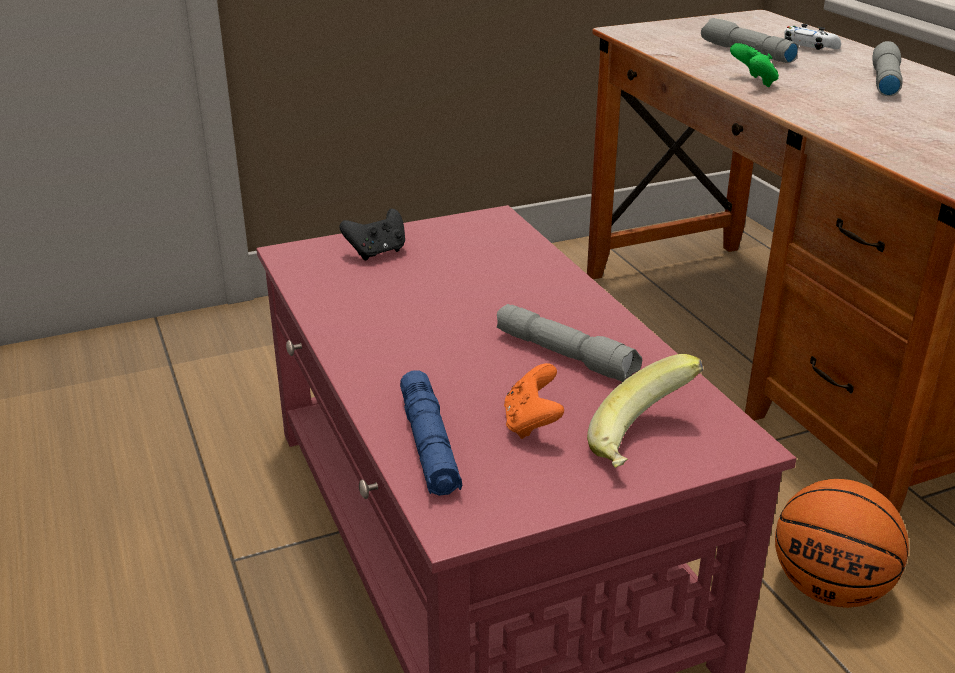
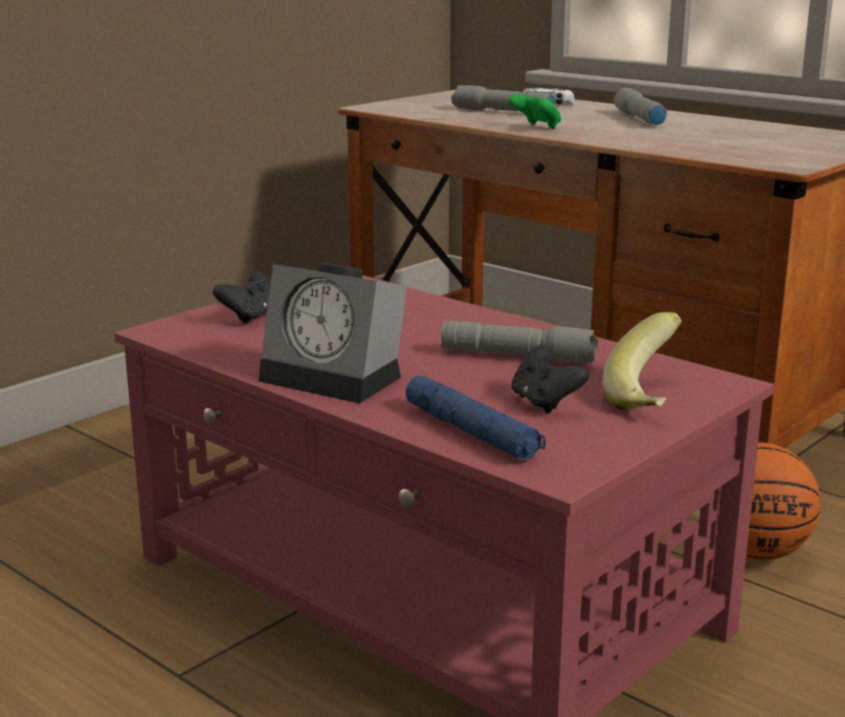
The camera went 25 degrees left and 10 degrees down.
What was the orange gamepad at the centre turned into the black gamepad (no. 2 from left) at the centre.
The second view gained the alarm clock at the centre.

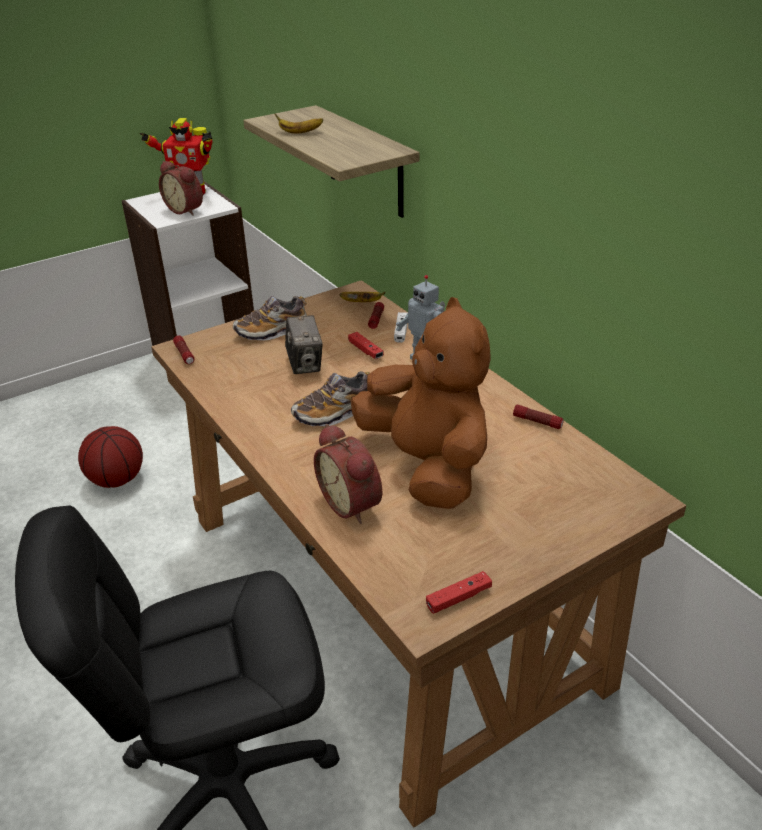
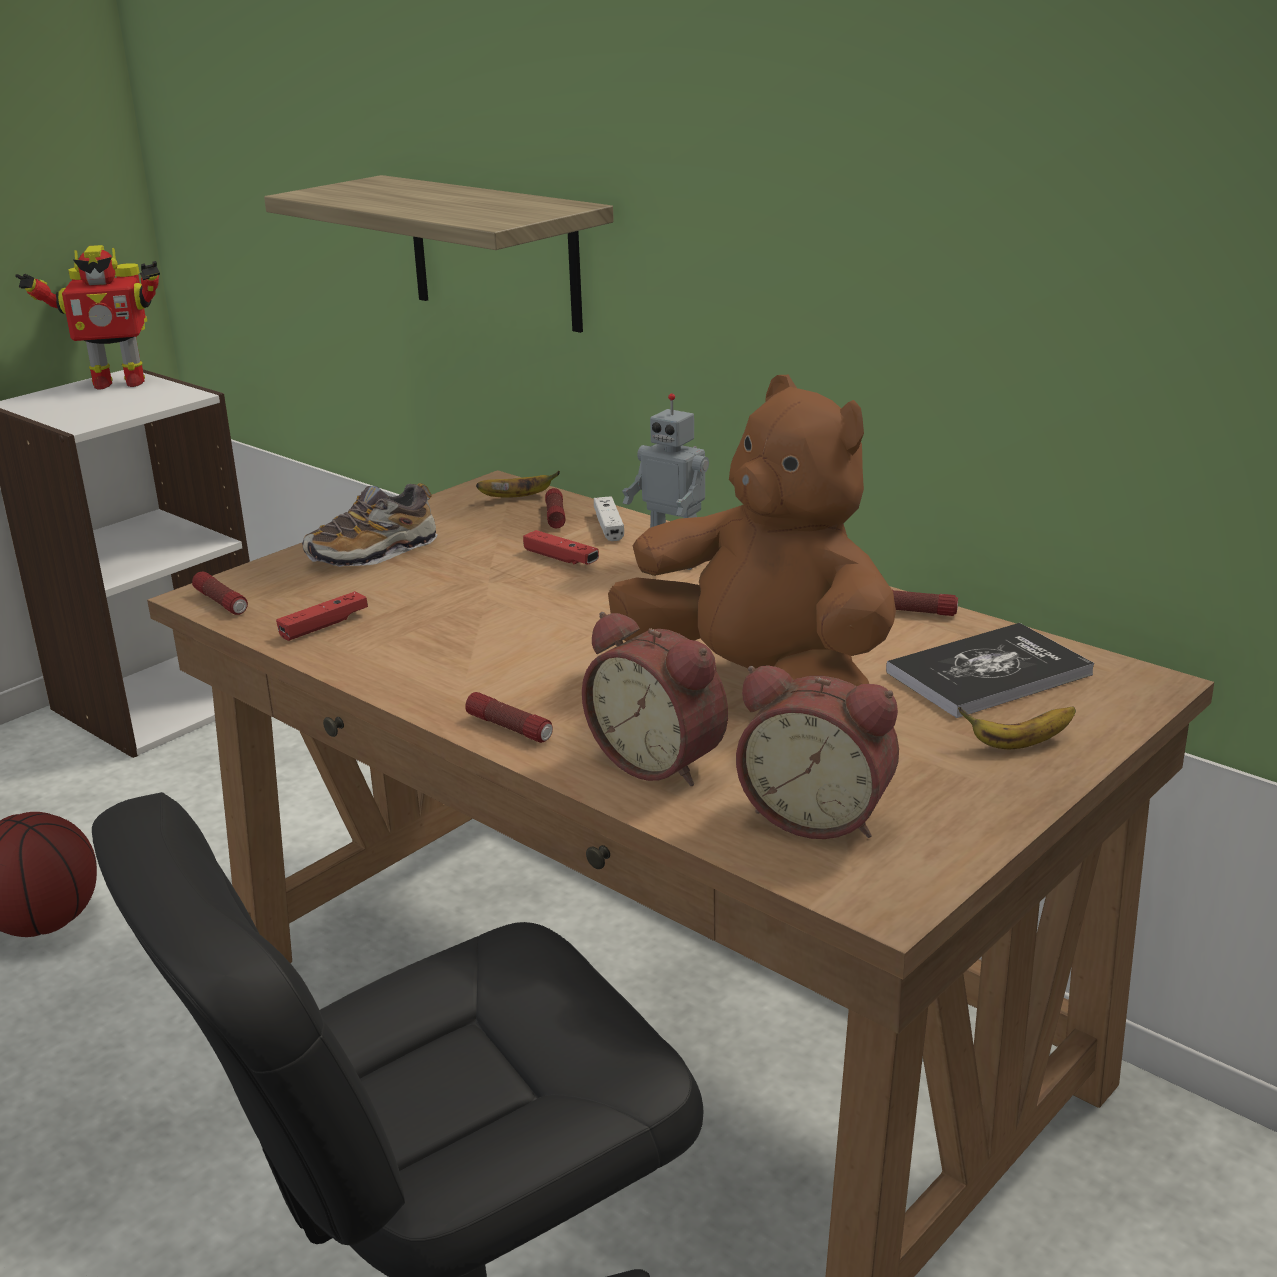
The camera went 15 degrees left and 10 degrees down.
The banana (no. 1 from left in the first image) ended up elsewhere, having gone from the top centre to the middle right.
The alarm clock (no. 1 from left in the first image) ended up elsewhere, having gone from the top left to the centre.
The second view lost the photo camera at the centre.
The second view lost the shoe (no. 2 from left) at the centre.
The reddish gamepad (no. 2 from left in the first image) ended up elsewhere, having gone from the bottom centre to the middle left.
The second view gained the book at the middle right.
The second view gained the hand torch (no. 2 from left) at the centre.

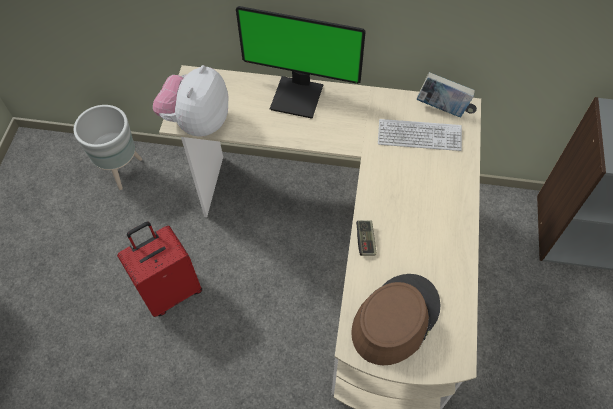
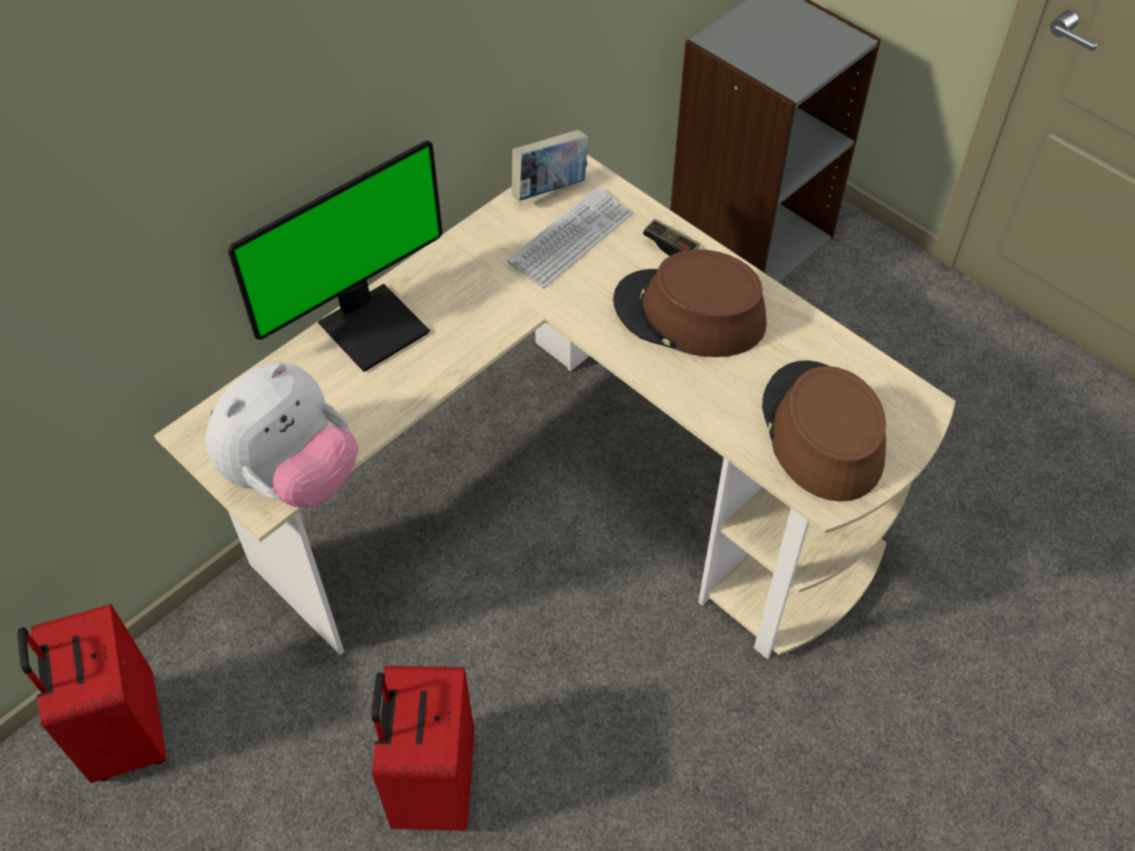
The camera went 55 degrees left and 5 degrees down.
The cuddly toy at the top left ended up facing another way, 105 degrees counterclockwise from before.
Where the gray flower pot stood at the middle left, the reddish suitcase (no. 1 from left) came to stand at the bottom left.
The gamepad ended up elsewhere, having gone from the centre to the top centre.
The second view gained the brown hat (no. 1 from left) at the centre.

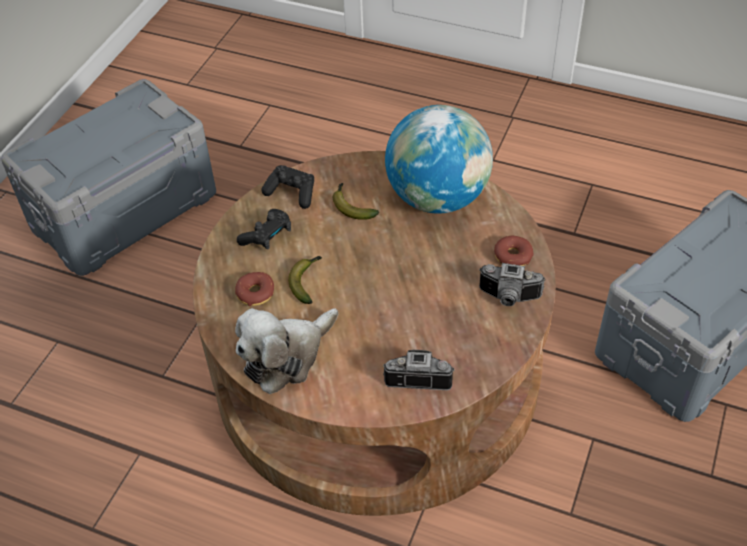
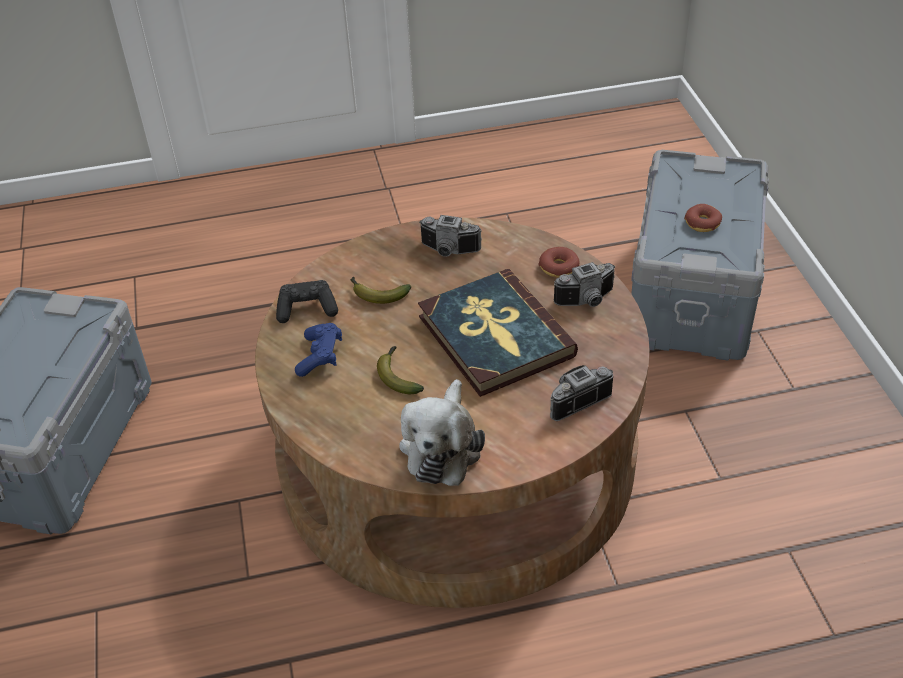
The camera went 35 degrees left and 5 degrees down.
Where the globe stood at the top centre, the photo camera (no. 1 from left) came to stand at the centre.
What was the black gamepad (no. 1 from left) at the centre turned into the bluish gamepad at the centre.
The donut (no. 1 from left in the first image) ended up elsewhere, having gone from the centre to the top right.
The second view gained the book at the centre.

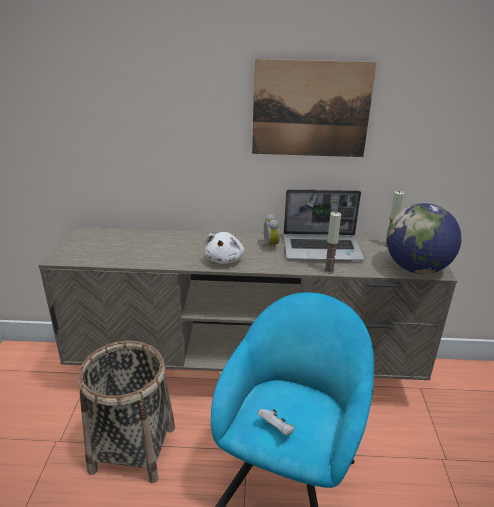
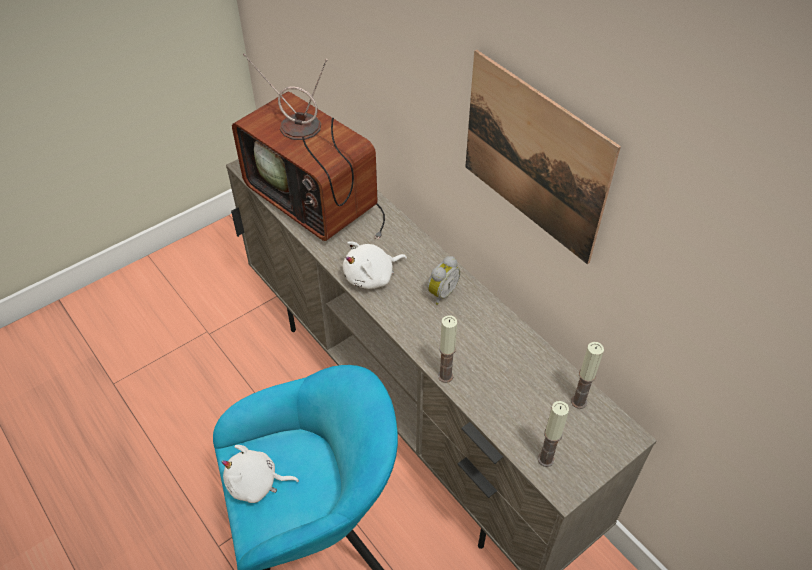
The camera went 50 degrees right and 20 degrees up.
The second view lost the notebook computer at the centre.
Where the globe stood at the middle right, the wax light (no. 2 from left) came to stand at the bottom right.
The second view lost the basket at the bottom left.
Where the white-coloured gamepad stood at the bottom centre, the white-coloured cuddly toy (no. 1 from left) came to stand at the bottom left.
The second view gained the TV set at the top centre.

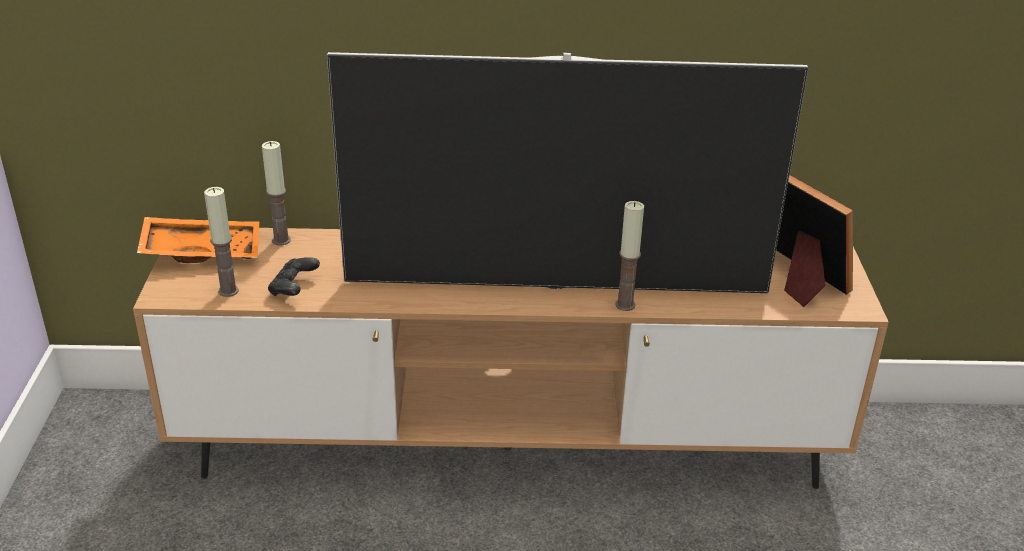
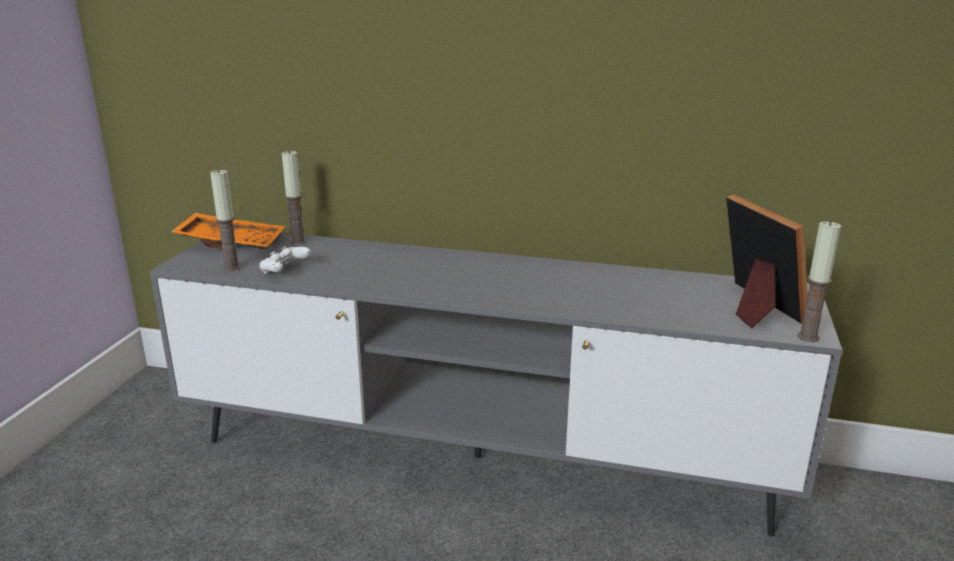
The camera went 15 degrees right and 10 degrees down.
The second view lost the TV set at the top centre.
The wax light (no. 3 from left) ended up elsewhere, having gone from the centre to the middle right.
What was the brown tv unit at the centre turned into the gray tv unit at the bottom centre.
What was the black gamepad at the middle left turned into the white-coloured gamepad at the middle left.

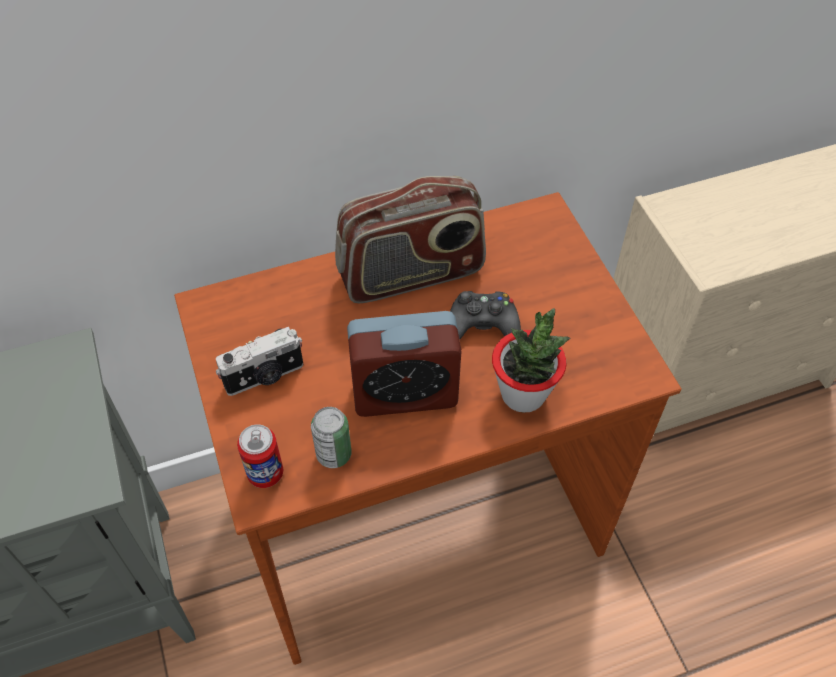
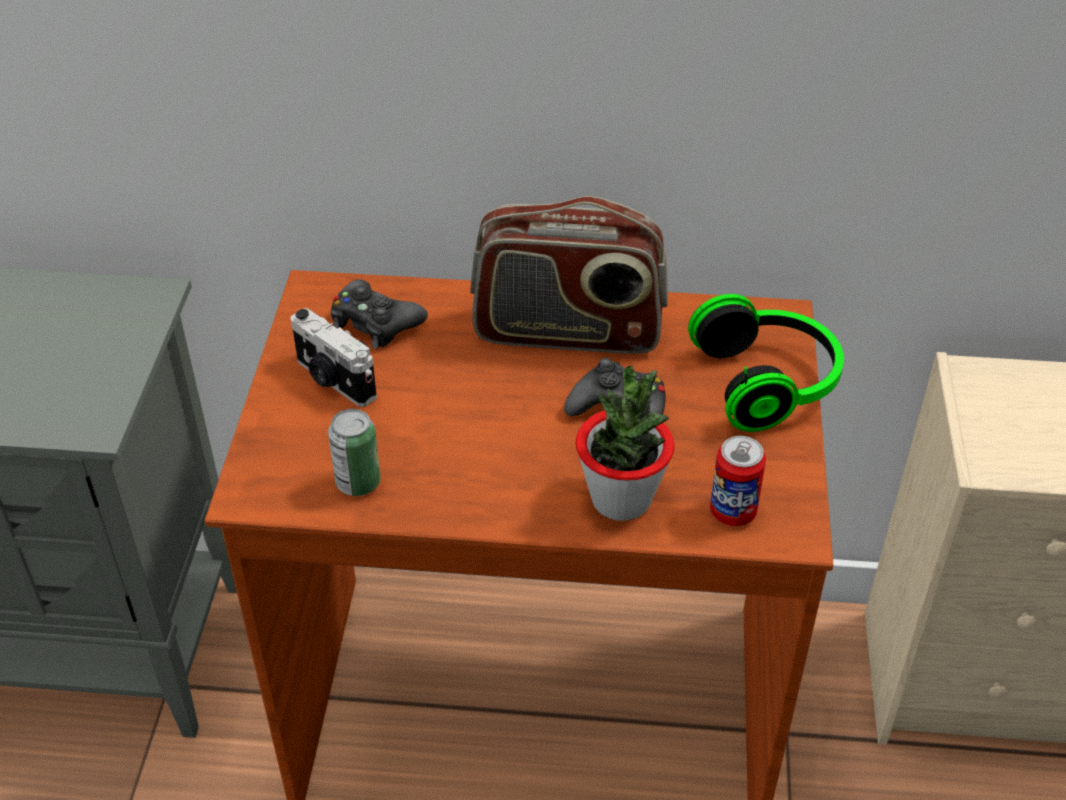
The camera went 25 degrees right and 10 degrees down.
The second view lost the alarm clock at the centre.
The photo camera at the middle left ended up facing another way, 45 degrees clockwise from before.
The sealed can (no. 1 from left in the first image) ended up elsewhere, having gone from the bottom left to the middle right.
The second view gained the black gamepad (no. 1 from left) at the centre.
The second view gained the pair of headphones at the middle right.

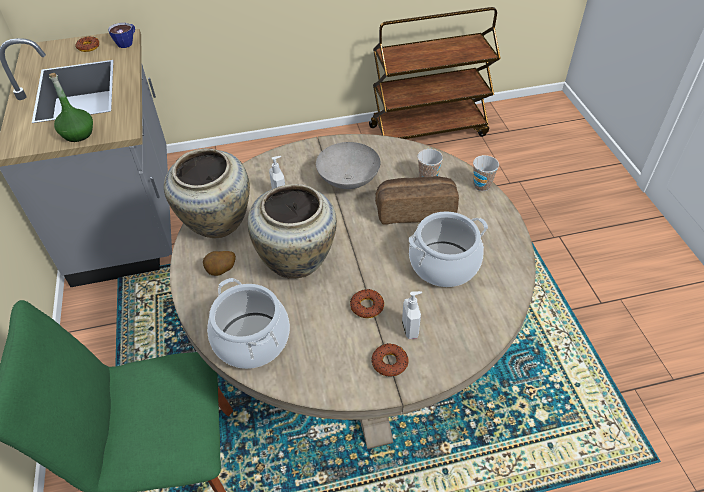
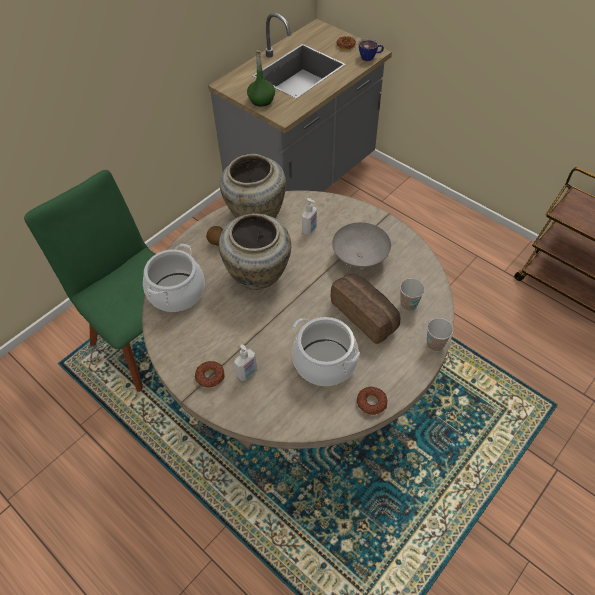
The camera went 55 degrees right and 5 degrees up.
The donut (no. 2 from left in the first image) ended up elsewhere, having gone from the centre to the bottom centre.

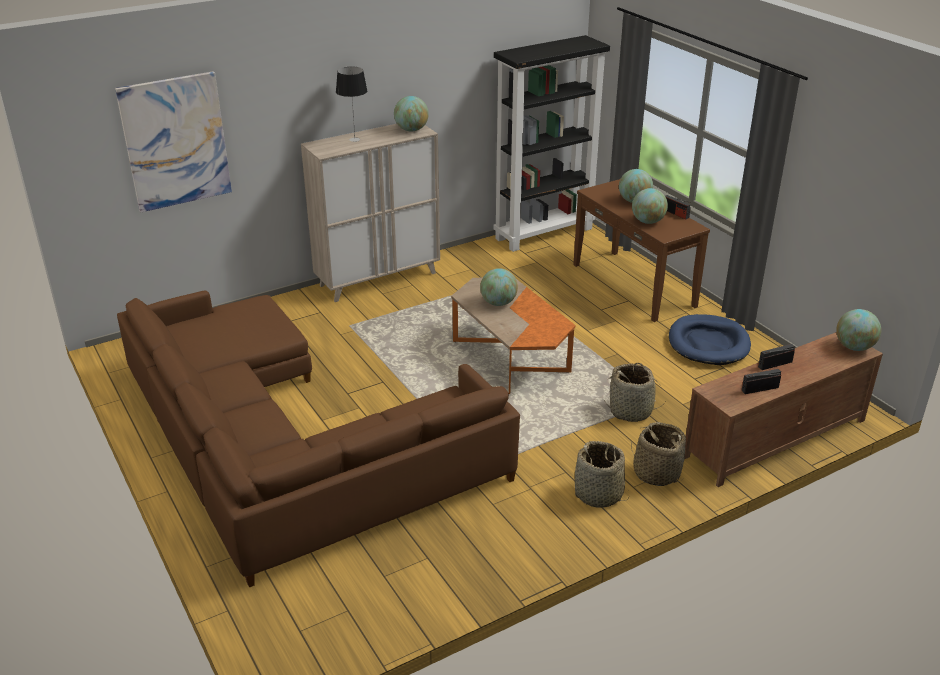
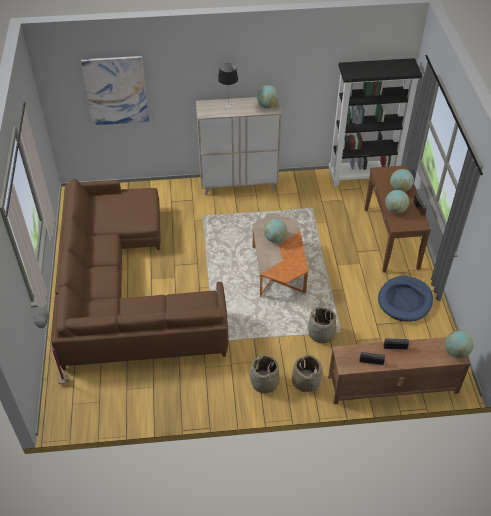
The camera went 25 degrees right and 15 degrees up.
The second view gained the gray floor lamp at the bottom left.

